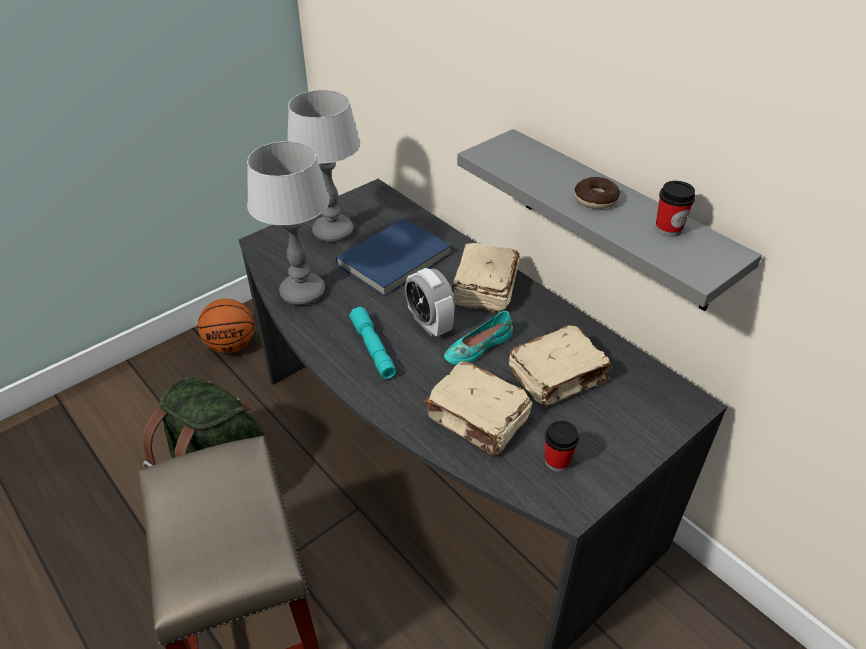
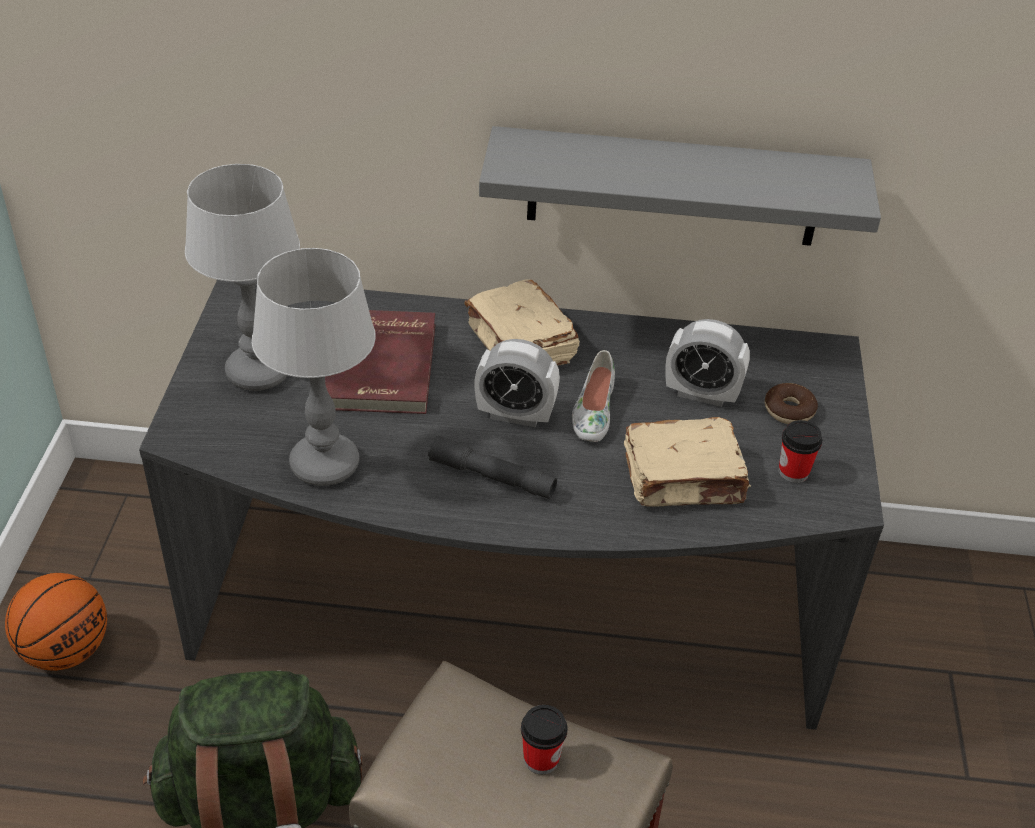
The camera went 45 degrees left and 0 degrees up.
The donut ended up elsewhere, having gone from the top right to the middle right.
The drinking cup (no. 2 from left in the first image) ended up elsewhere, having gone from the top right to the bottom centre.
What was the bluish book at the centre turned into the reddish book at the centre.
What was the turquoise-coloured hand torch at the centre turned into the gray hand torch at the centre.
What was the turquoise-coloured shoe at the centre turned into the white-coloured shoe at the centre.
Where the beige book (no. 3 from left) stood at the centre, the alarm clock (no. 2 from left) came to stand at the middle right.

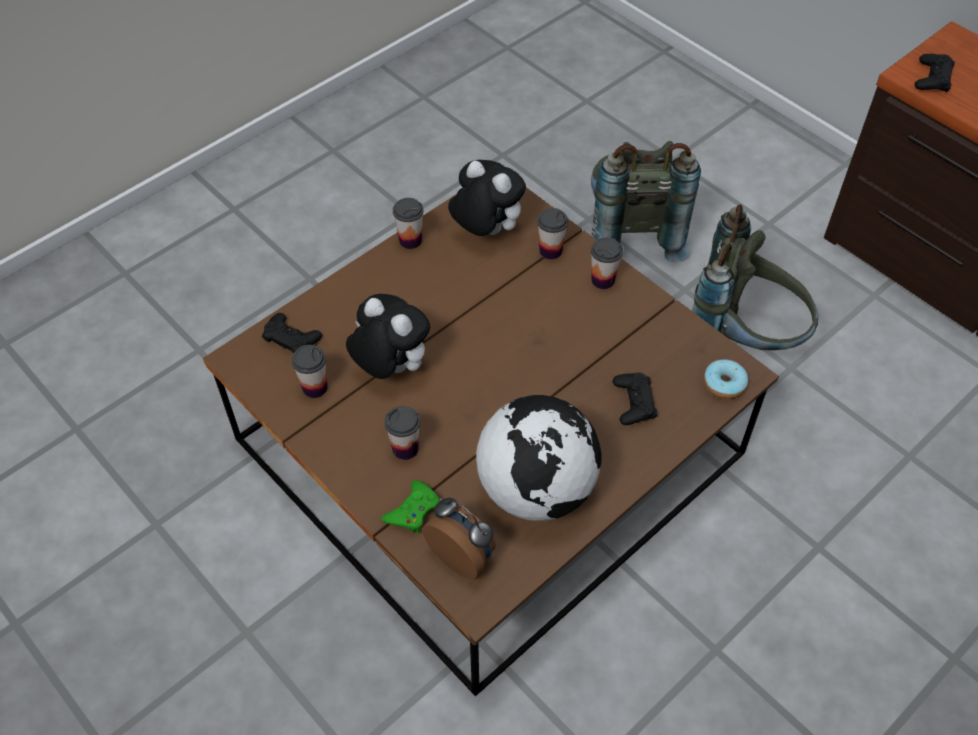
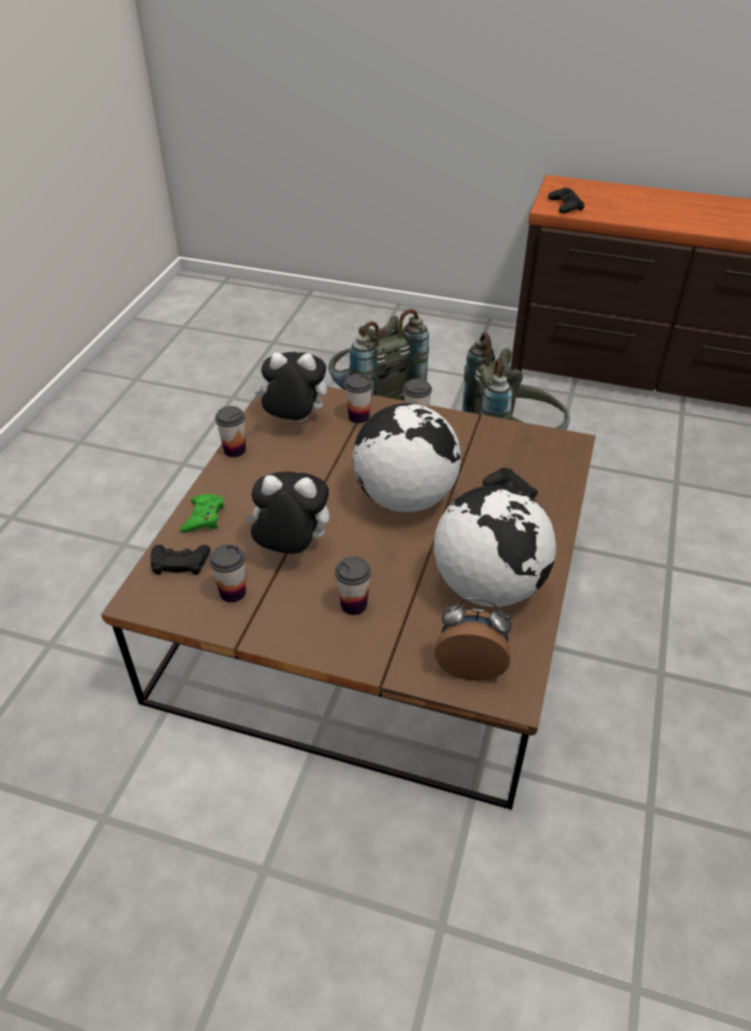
The camera went 30 degrees left and 10 degrees down.
The second view lost the donut at the middle right.
The greenish gamepad ended up elsewhere, having gone from the bottom centre to the middle left.
The second view gained the globe (no. 1 from left) at the centre.

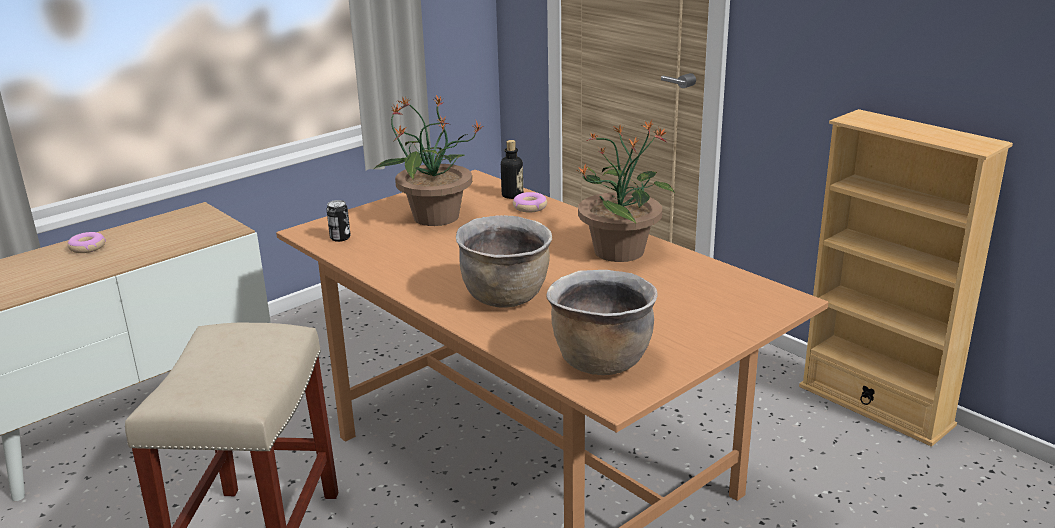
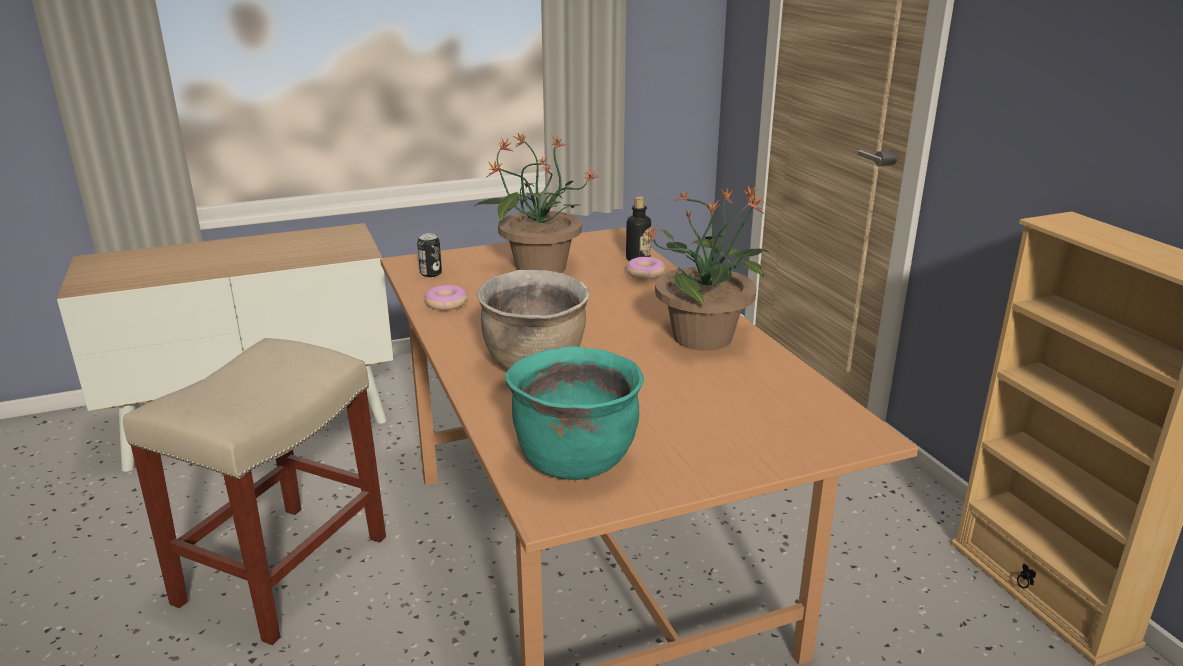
The camera went 20 degrees right and 0 degrees up.
The donut (no. 1 from left) ended up elsewhere, having gone from the middle left to the centre.
What was the brown cooking pot (no. 2 from left) at the centre turned into the turquoise-coloured cooking pot at the centre.

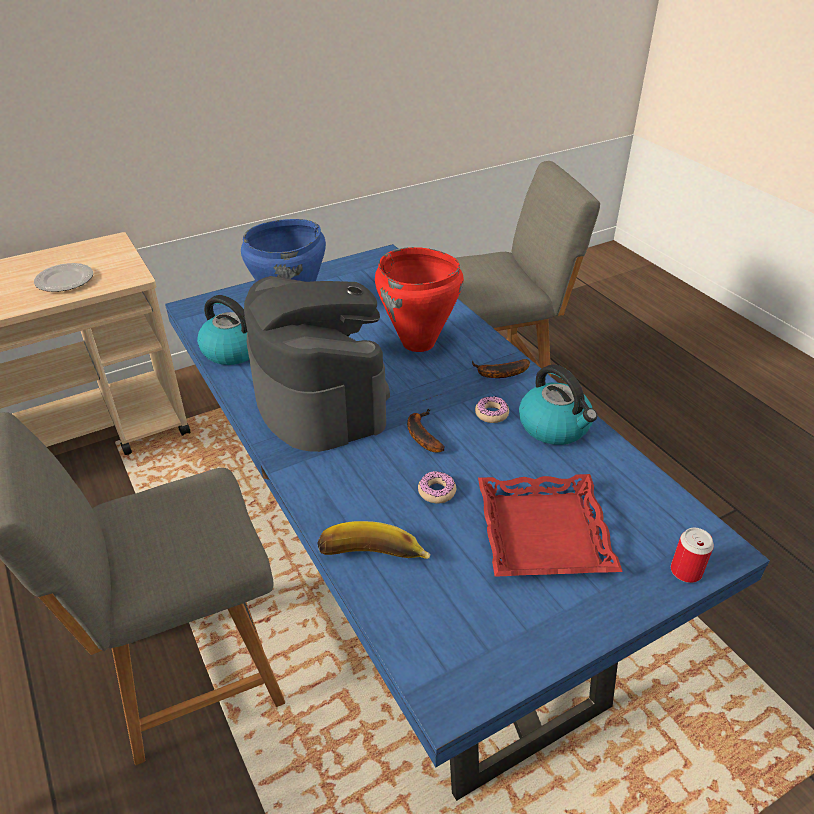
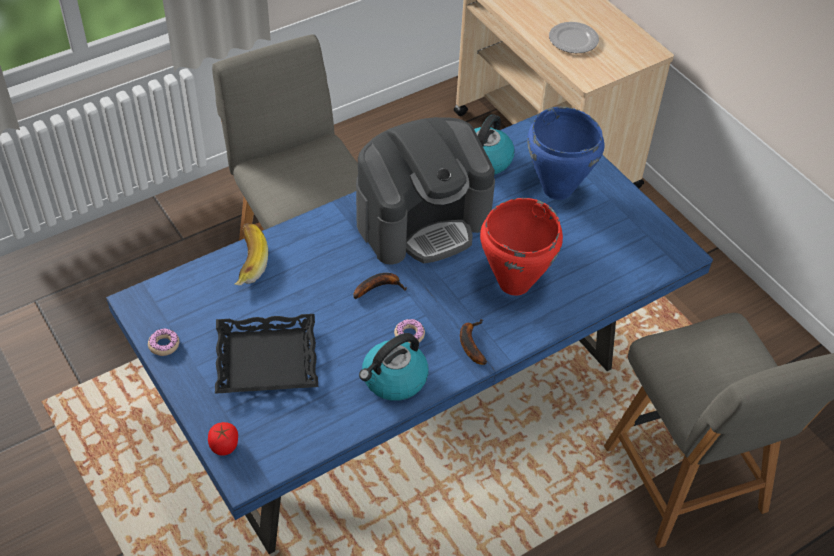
The camera went 85 degrees right and 10 degrees up.
The donut (no. 1 from left) ended up elsewhere, having gone from the centre to the middle left.
What was the reddish serving tray at the middle right turned into the black serving tray at the middle left.
Where the sealed can stood at the bottom right, the fresh tomato came to stand at the bottom left.

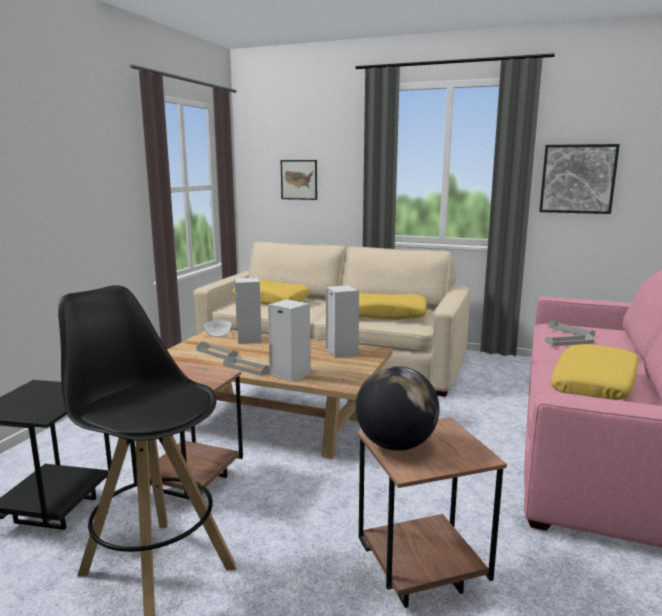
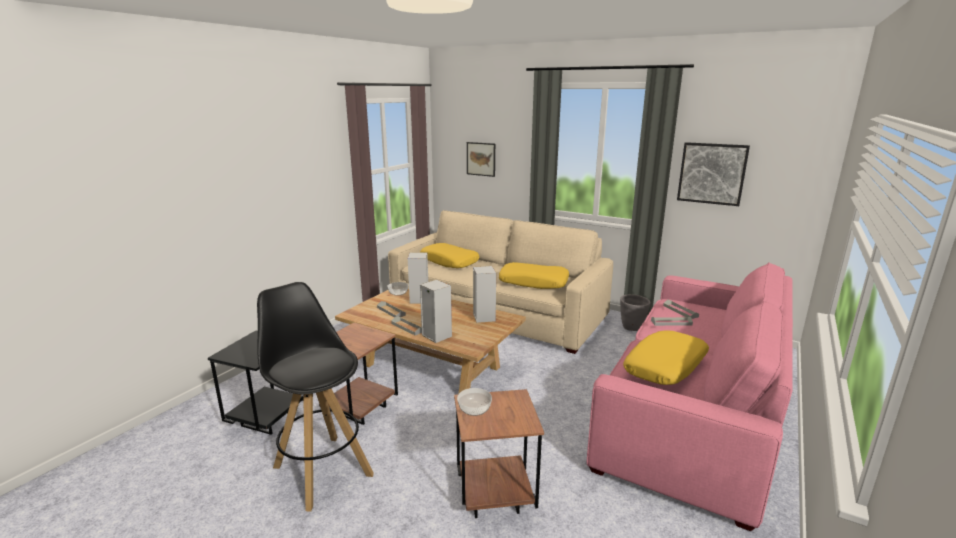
The camera went 10 degrees right and 5 degrees up.
Where the globe stood at the centre, the serving bowl (no. 2 from left) came to stand at the bottom centre.
The second view gained the gray flower pot at the centre.

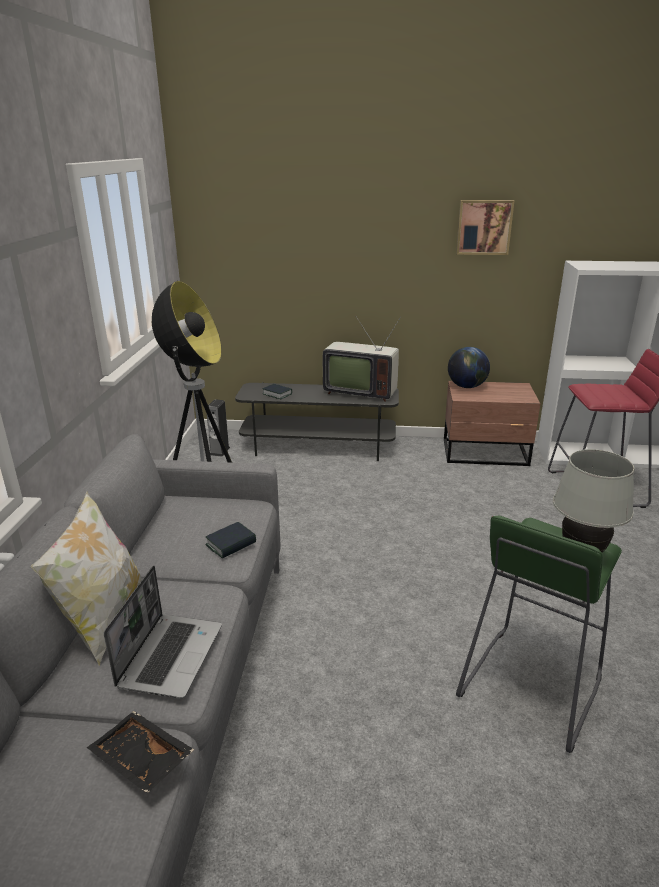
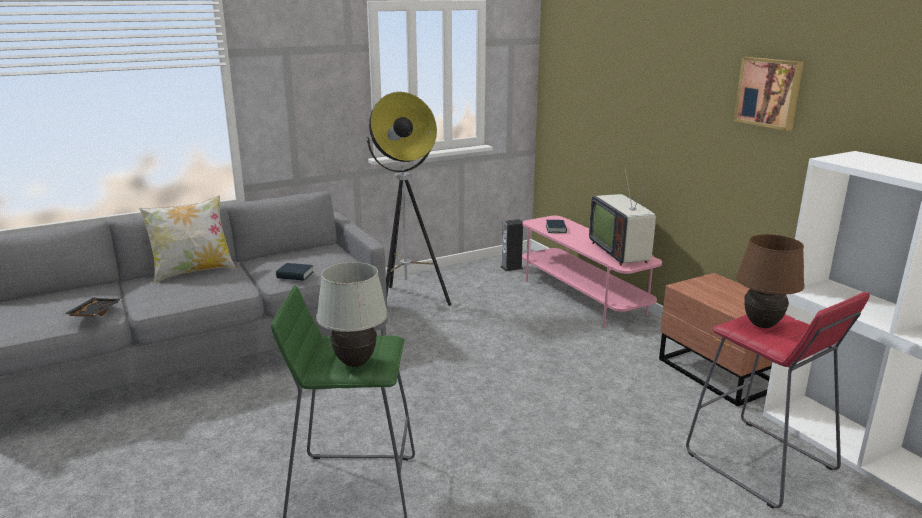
The camera went 55 degrees right and 5 degrees down.
The second view lost the globe at the middle right.
What was the gray tv unit at the centre turned into the pinkish tv unit at the centre.
The second view lost the notebook computer at the bottom left.
The second view gained the brown tabletop lamp at the middle right.

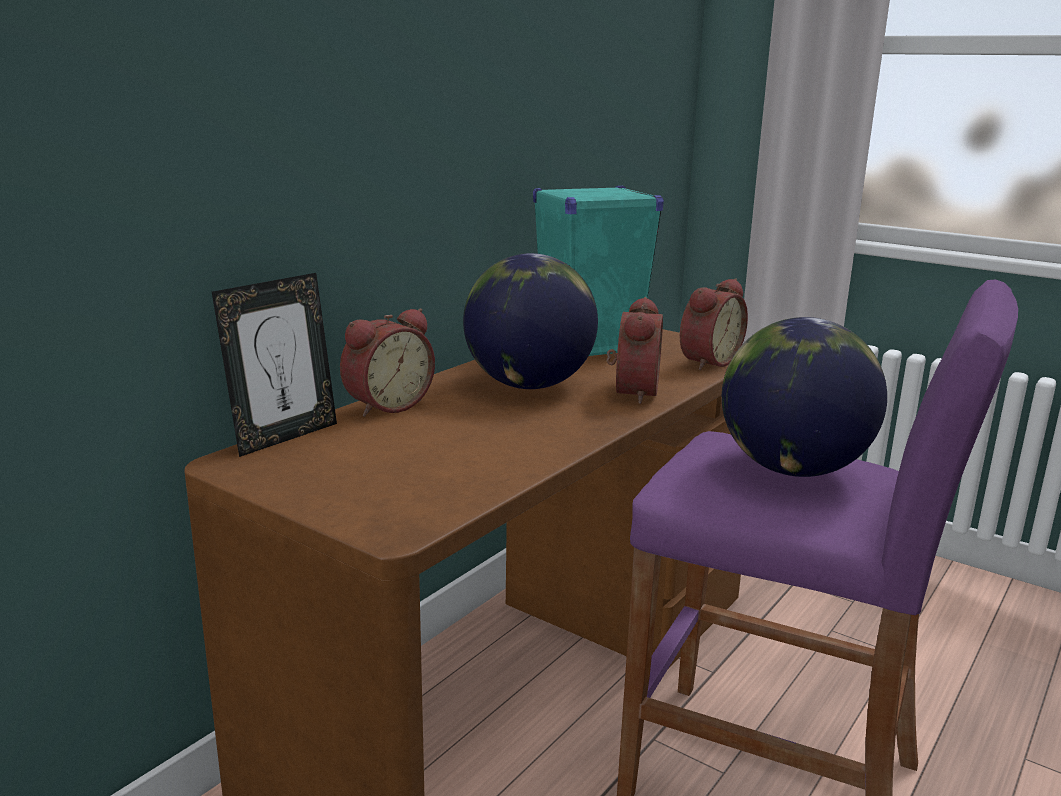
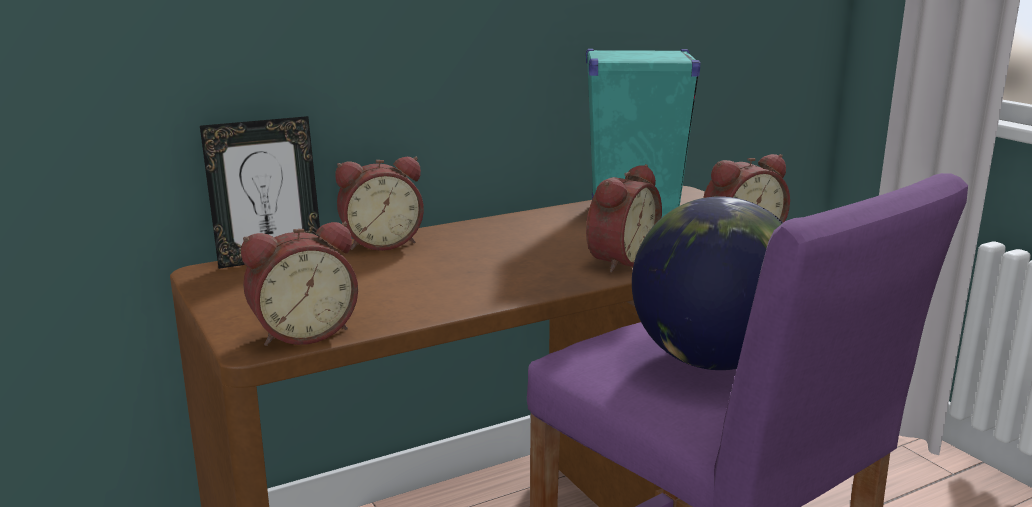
The camera went 25 degrees right and 0 degrees up.
The second view lost the globe (no. 1 from left) at the centre.
The second view gained the alarm clock (no. 1 from left) at the middle left.

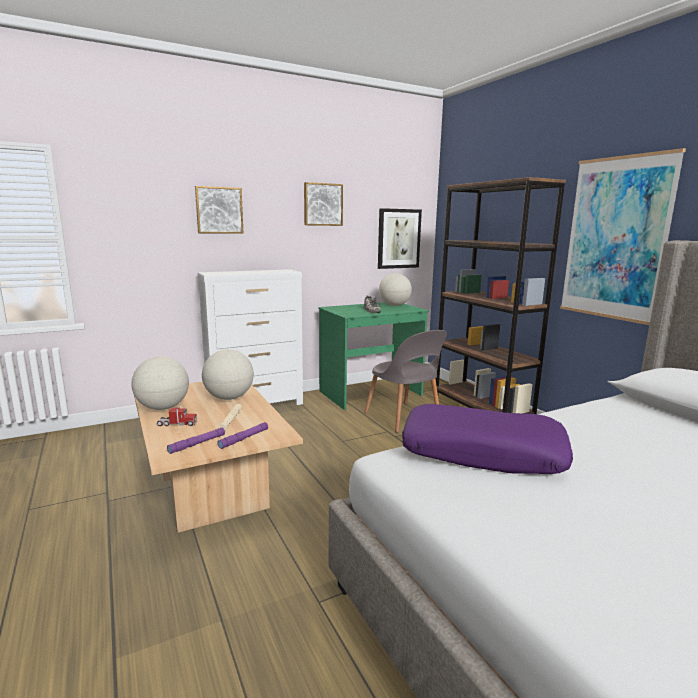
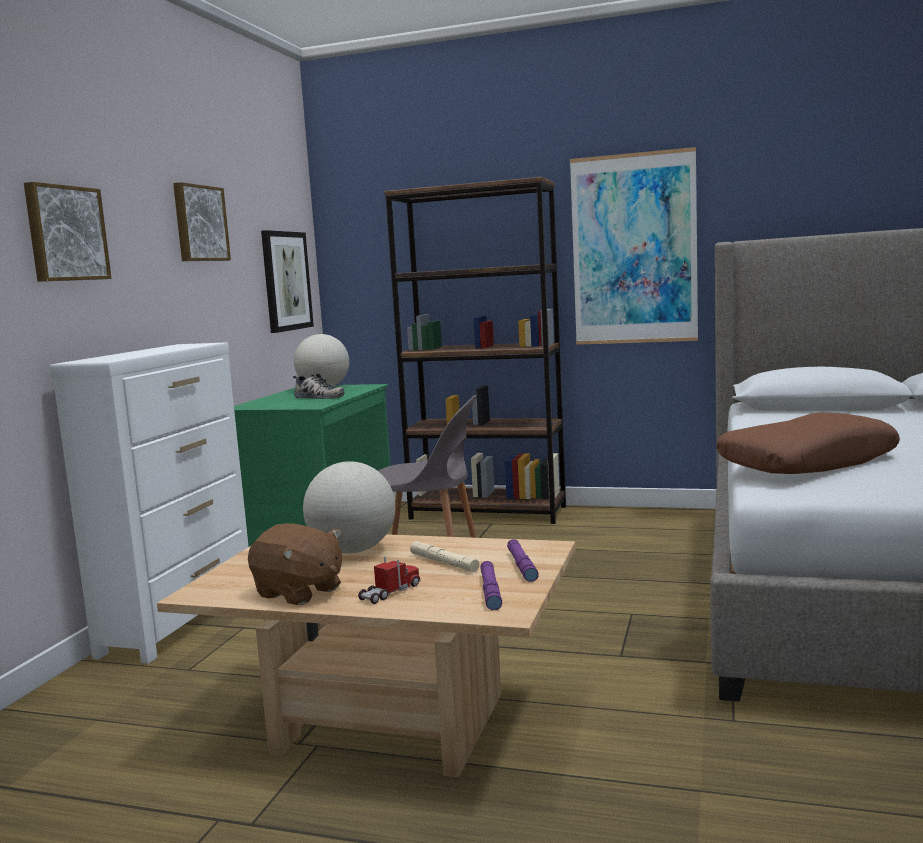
The camera went 45 degrees left and 5 degrees down.
Where the globe (no. 1 from left) stood at the middle left, the brown cuddly toy came to stand at the bottom left.
What was the purple-coloured throw pillow at the middle right turned into the brown throw pillow at the middle right.

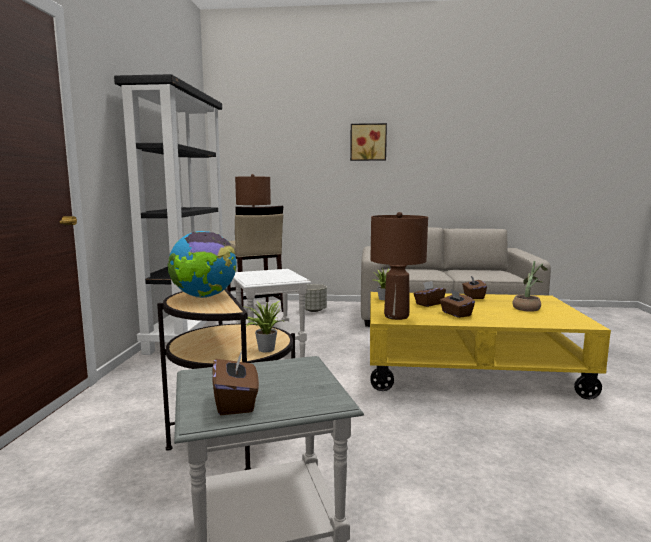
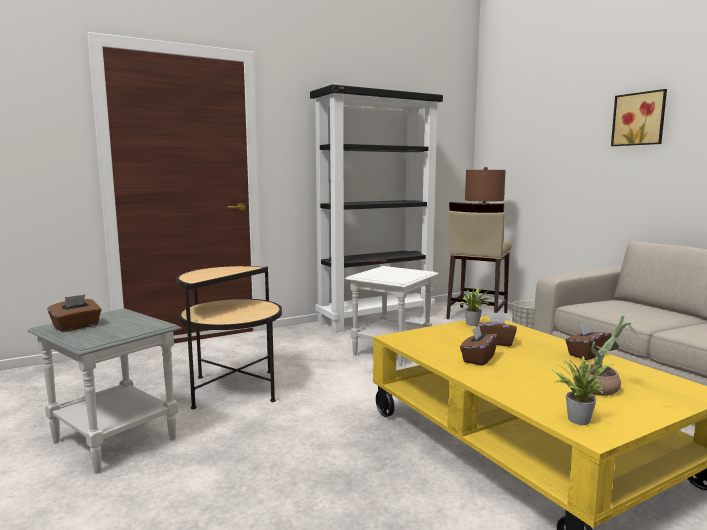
The camera went 55 degrees right and 0 degrees up.
The second view lost the brown tabletop lamp (no. 2 from left) at the centre.
The second view lost the globe at the middle left.
The potted plant (no. 1 from left in the first image) ended up elsewhere, having gone from the centre to the bottom right.

